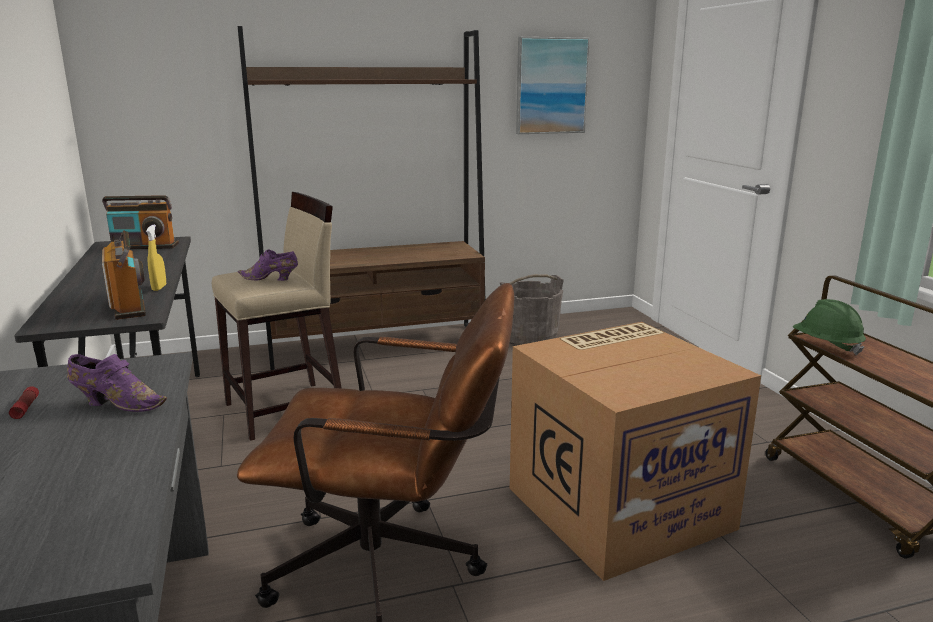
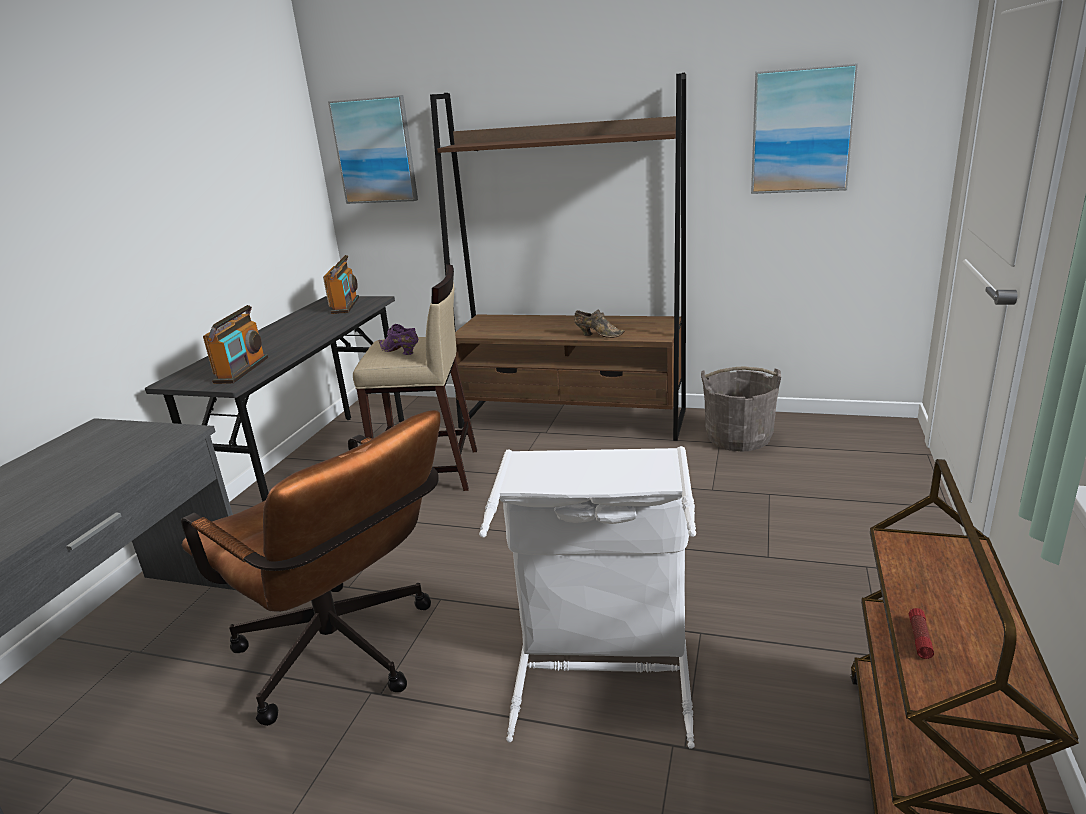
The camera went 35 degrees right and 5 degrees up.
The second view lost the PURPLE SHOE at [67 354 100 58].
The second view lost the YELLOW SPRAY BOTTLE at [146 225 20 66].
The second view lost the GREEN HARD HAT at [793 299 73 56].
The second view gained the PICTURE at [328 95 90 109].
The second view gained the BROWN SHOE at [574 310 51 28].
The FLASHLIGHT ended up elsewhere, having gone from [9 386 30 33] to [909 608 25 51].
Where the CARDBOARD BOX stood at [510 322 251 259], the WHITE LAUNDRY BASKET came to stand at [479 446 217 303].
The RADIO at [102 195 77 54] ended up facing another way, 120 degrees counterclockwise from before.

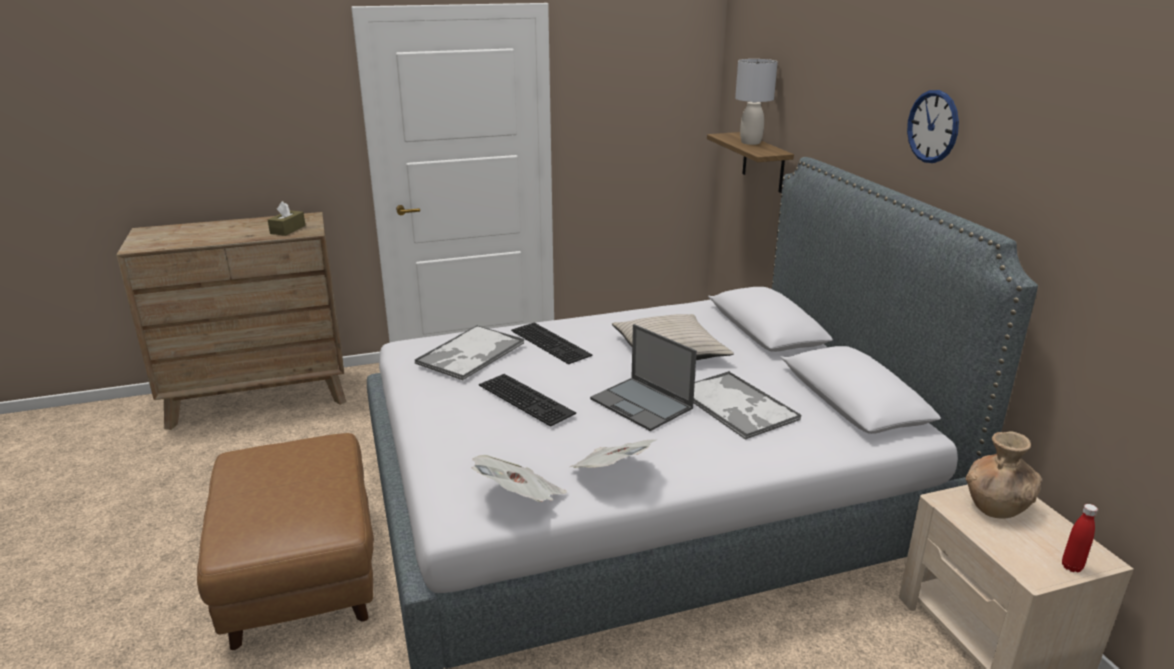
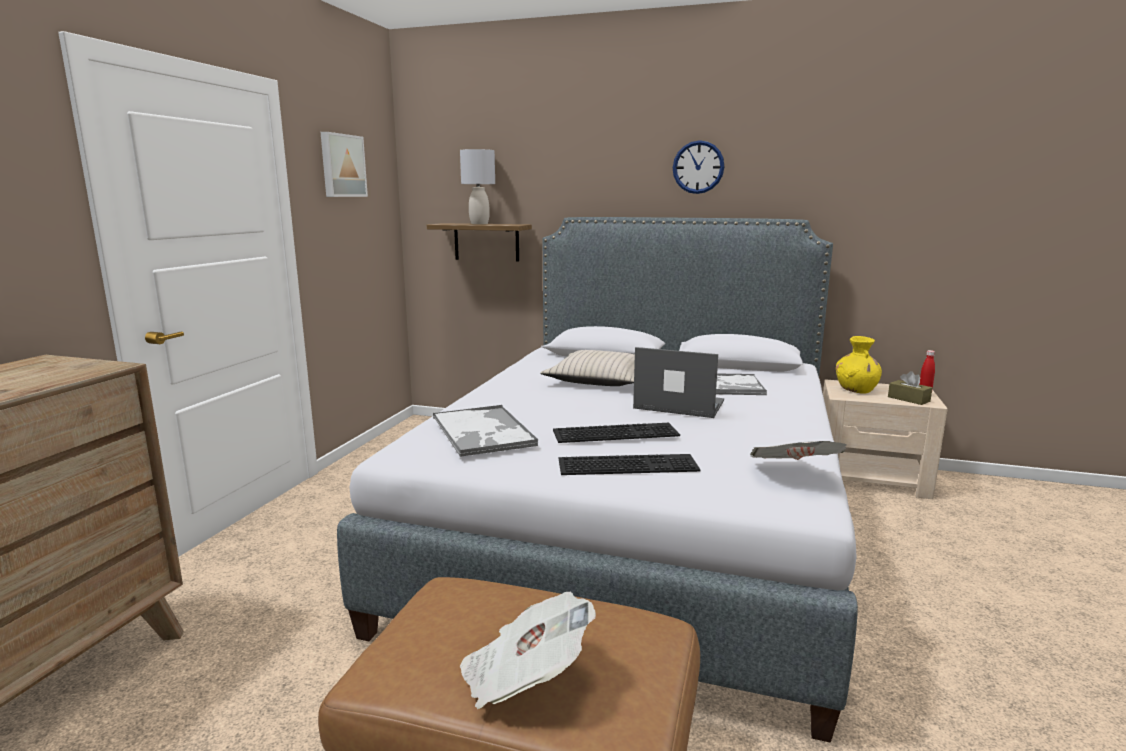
The camera went 55 degrees left and 10 degrees down.
The second view gained the PICTURE at [321 132 47 65].
The BROWN TISSUE BOX ended up elsewhere, having gone from [268 201 38 35] to [888 371 44 34].
The KEYBOARD ended up elsewhere, having gone from [511 323 81 41] to [559 454 141 21].
The NEWSPAPER ended up elsewhere, having gone from [570 439 88 29] to [460 591 136 118].
What was the BROWN VASE at [966 431 76 87] turned into the YELLOW VASE at [836 336 46 57].
The LAPTOP at [590 324 107 107] ended up facing another way, 150 degrees counterclockwise from before.

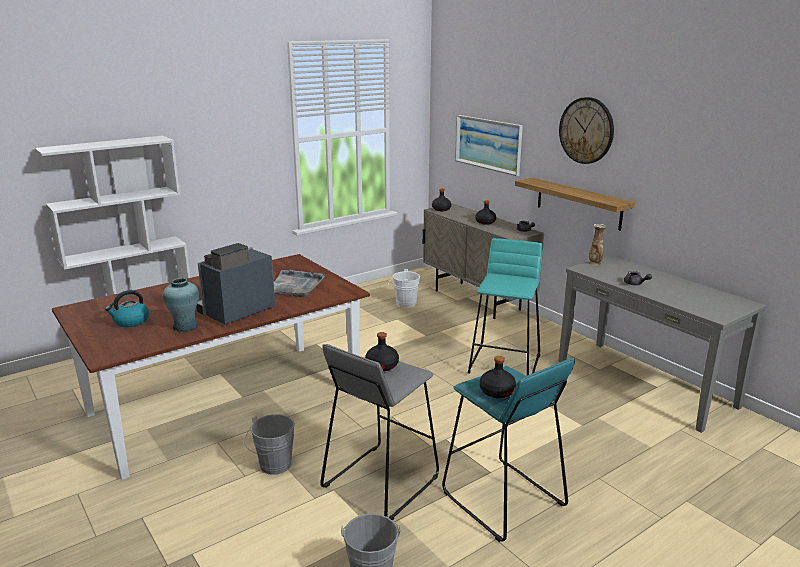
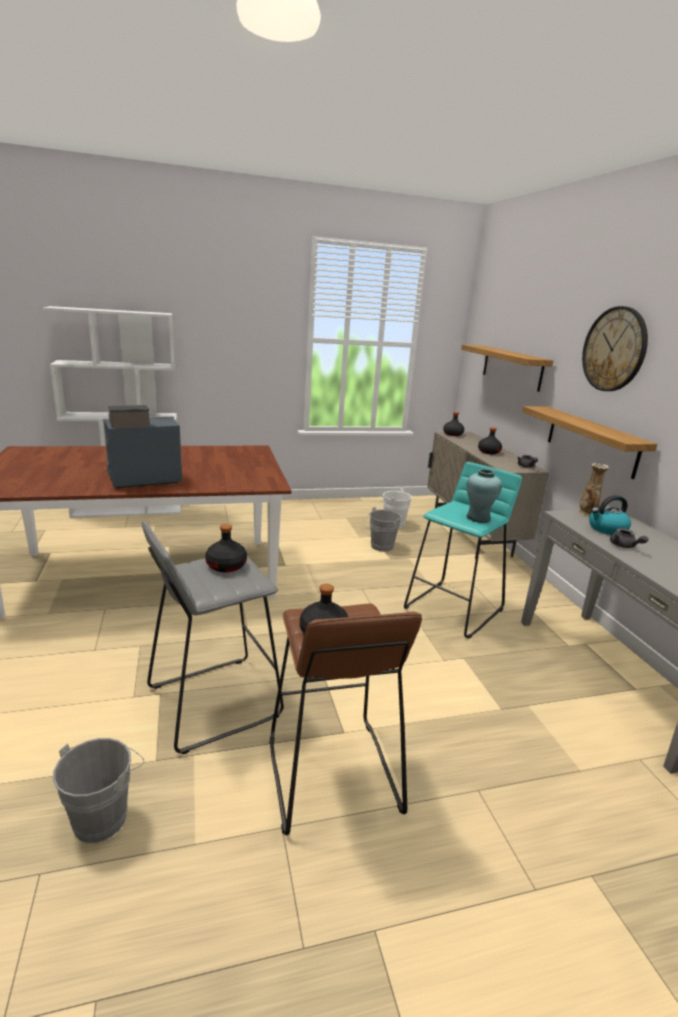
The camera went 20 degrees right and 0 degrees up.
The second view lost the GREY TRAY at [274 270 51 27].
The KETTLE ended up elsewhere, having gone from [105 290 44 37] to [589 495 42 40].
The TURQUOISE VASE ended up elsewhere, having gone from [163 278 36 54] to [466 469 36 54].
The GREY BUCKET ended up elsewhere, having gone from [244 414 51 61] to [363 507 38 45].
Where the PICTURE hung at [455 115 68 61], the SHELF came to hang at [461 345 92 47].
What was the TURQUOISE STOOL at [442 358 133 184] turned into the BROWN STOOL at [269 603 153 232].

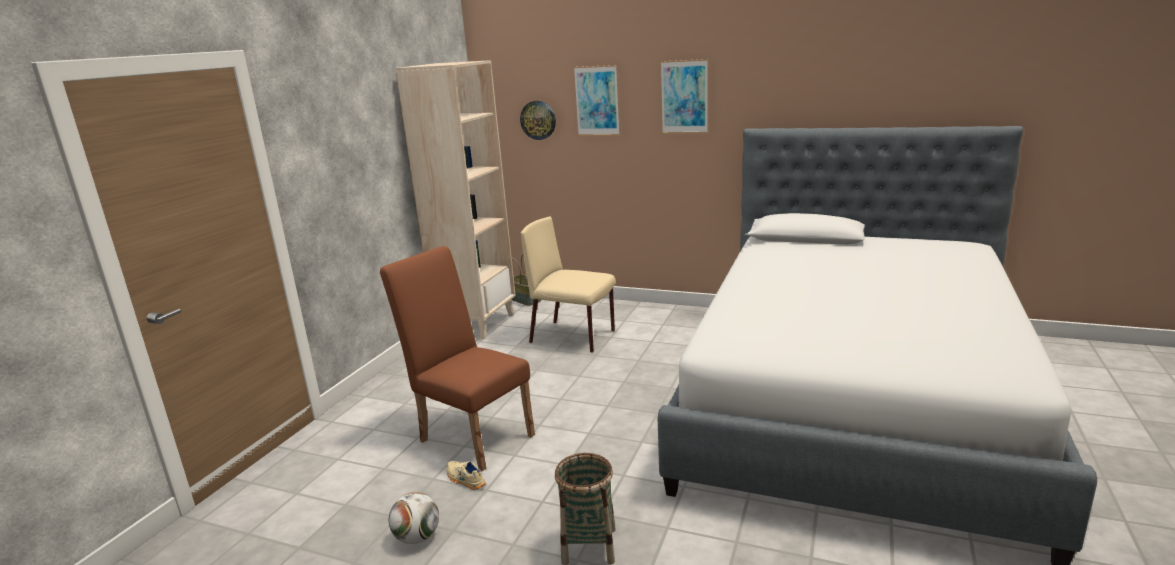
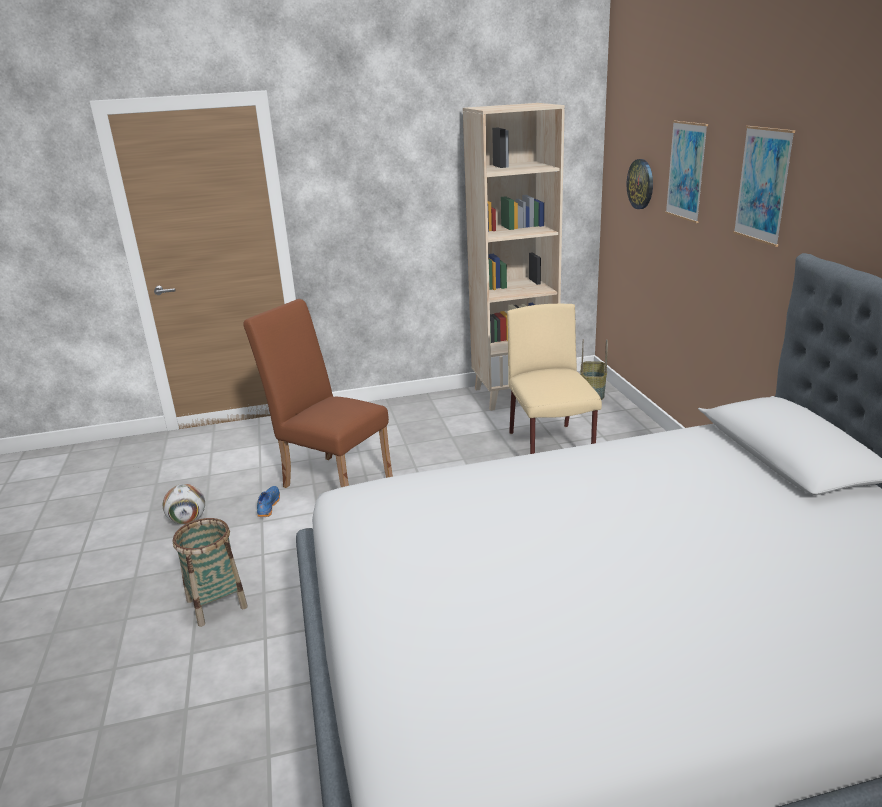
The camera went 55 degrees right and 5 degrees up.
What was the BEIGE SHOE at [446 461 40 29] turned into the BLUE SHOE at [257 486 23 31].
The BROWN CHAIR at [380 246 155 225] ended up facing another way, 60 degrees counterclockwise from before.

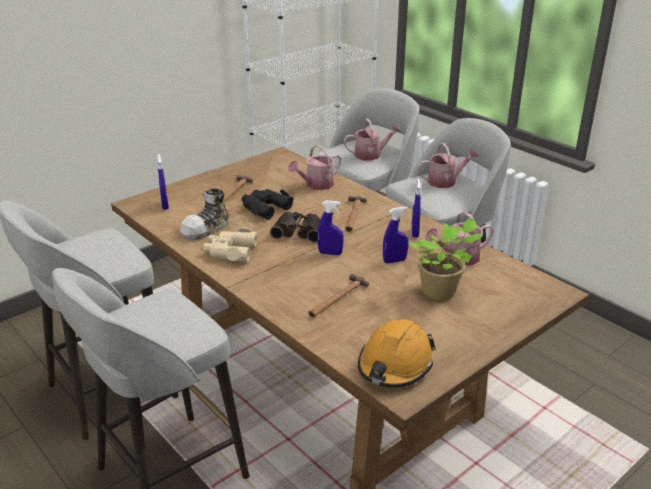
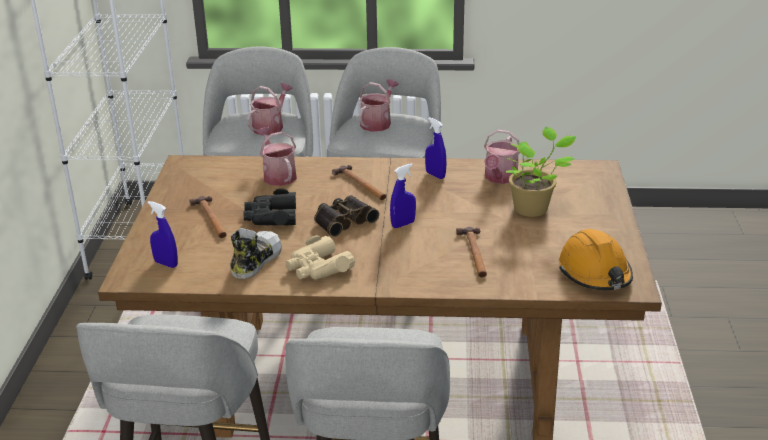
The camera went 45 degrees left and 0 degrees up.
The second view lost the BLUE SPRAY BOTTLE at [383 207 26 56].
The SHOE at [180 188 49 52] ended up facing another way, 150 degrees counterclockwise from before.
The WATERING CAN at [288 145 53 45] ended up facing another way, 150 degrees clockwise from before.

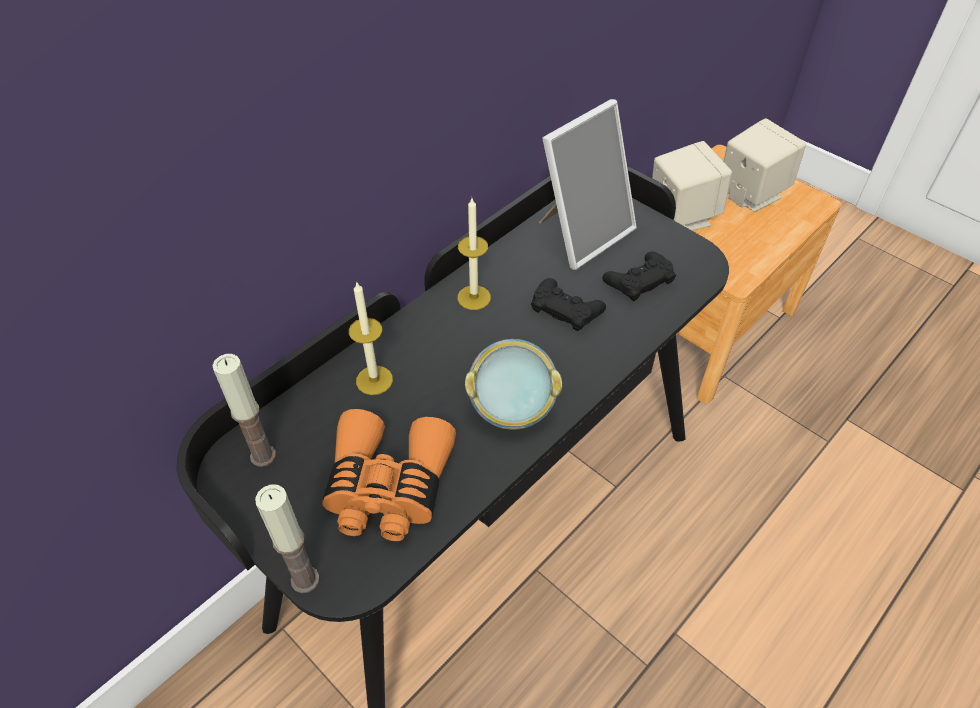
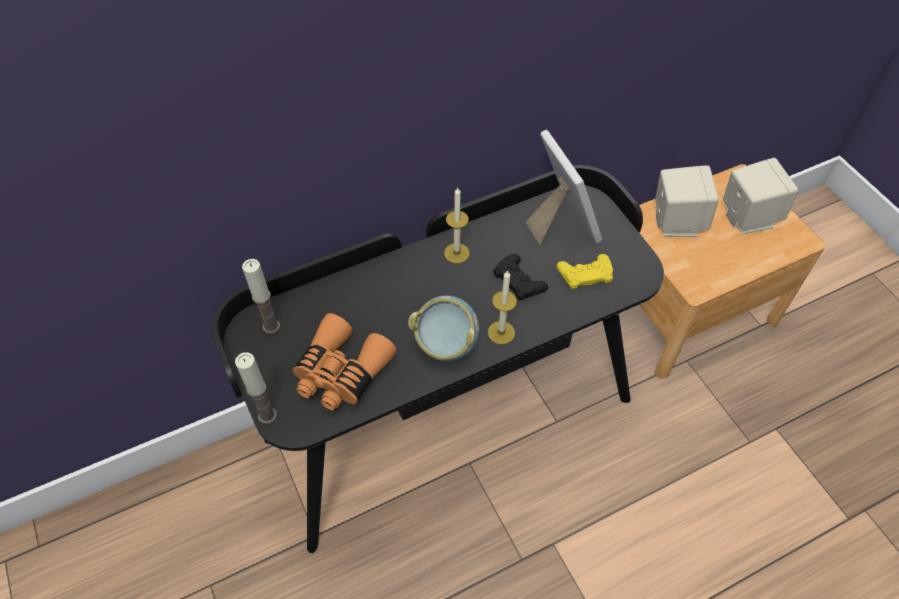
The camera went 20 degrees right and 5 degrees up.
The CANDLE ended up elsewhere, having gone from [349 281 44 114] to [488 270 29 75].
What was the BLACK GAME CONTROLLER at [602 251 74 50] turned into the YELLOW GAME CONTROLLER at [557 254 56 36].
The PICTURE FRAME at [539 99 97 171] ended up facing another way, 90 degrees counterclockwise from before.

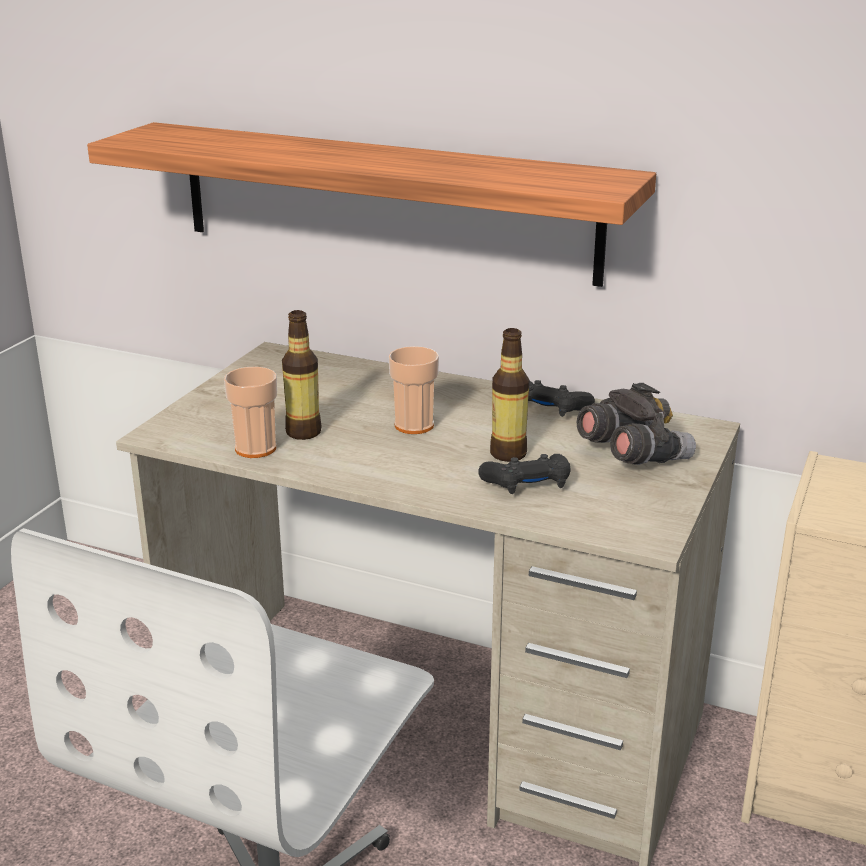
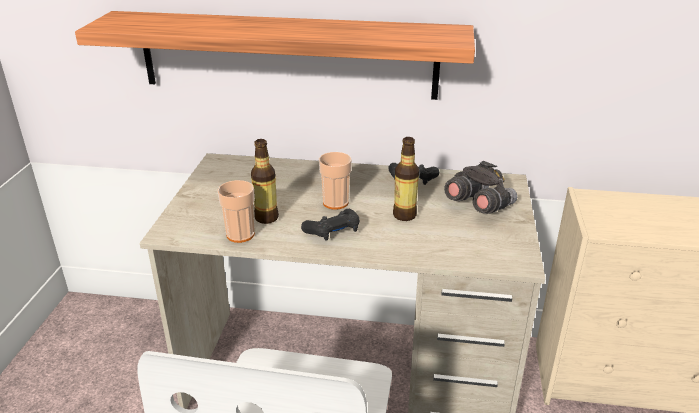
The camera went 15 degrees left and 5 degrees up.
The BLACK GAME CONTROLLER ended up elsewhere, having gone from [478 454 93 40] to [301 209 59 32].

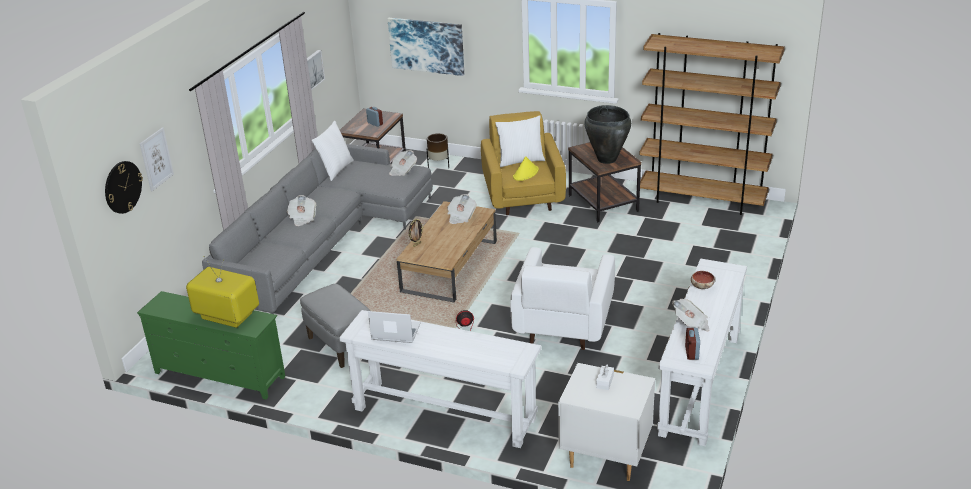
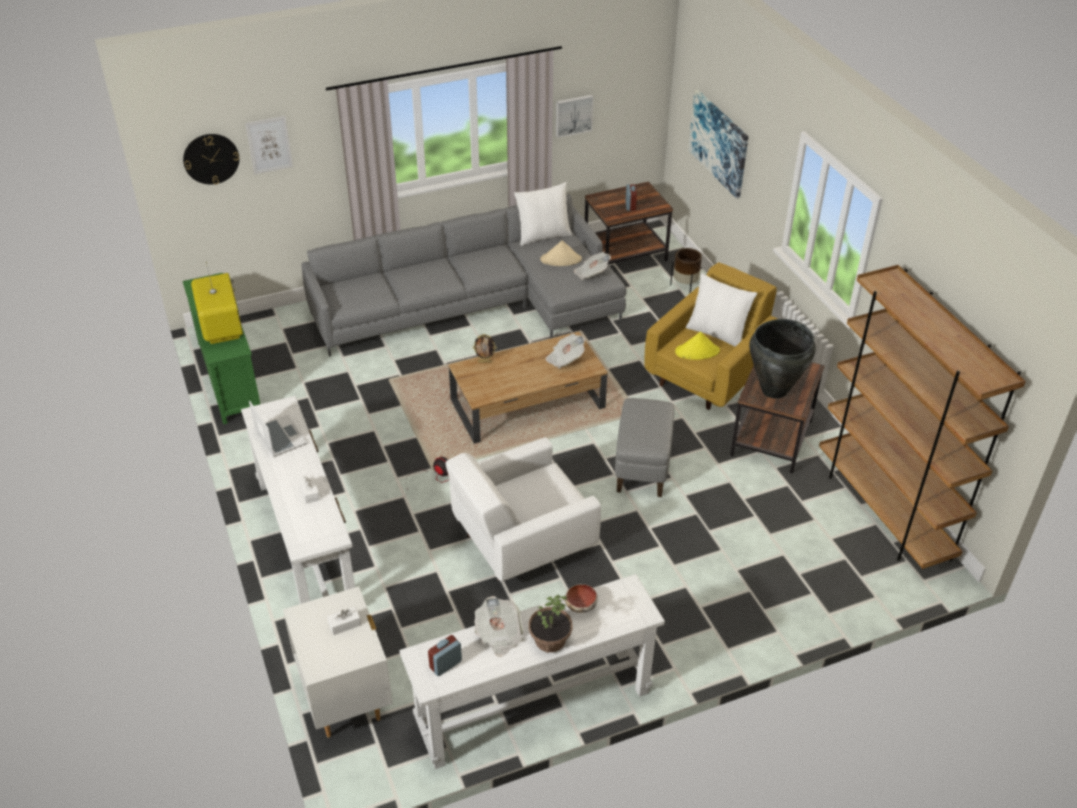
The camera went 45 degrees right and 10 degrees up.
The second view lost the NEWSPAPER at [287 195 30 31].
The second view gained the WHITE TISSUE BOX at [300 475 20 29].
The second view gained the POTTED PLANT at [529 595 43 58].
The second view gained the BEIGE HAT at [540 240 42 26].
The GREY OTTOMAN ended up elsewhere, having gone from [300 284 70 84] to [615 398 59 99].

